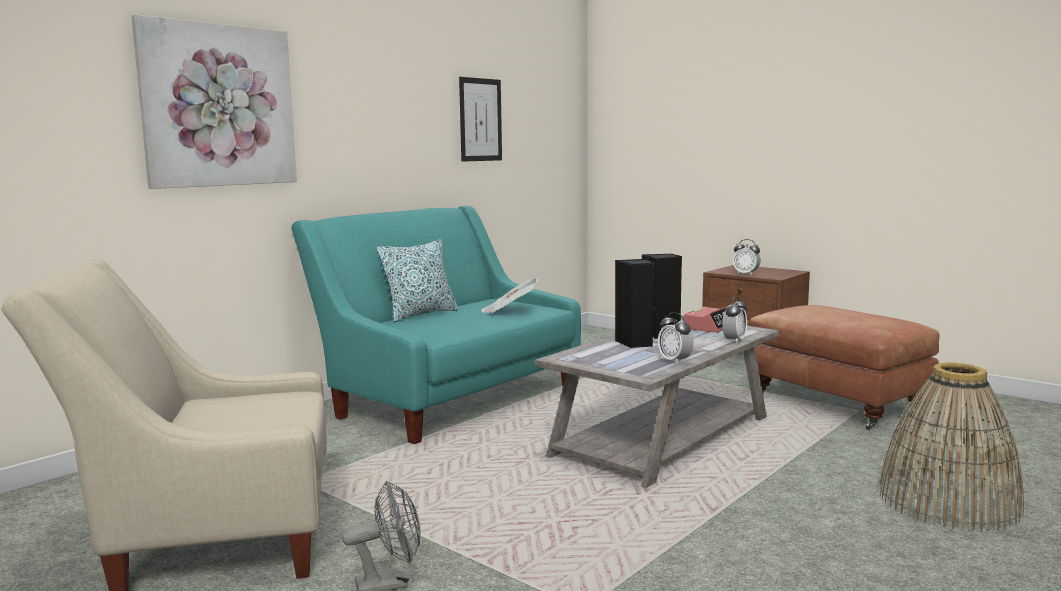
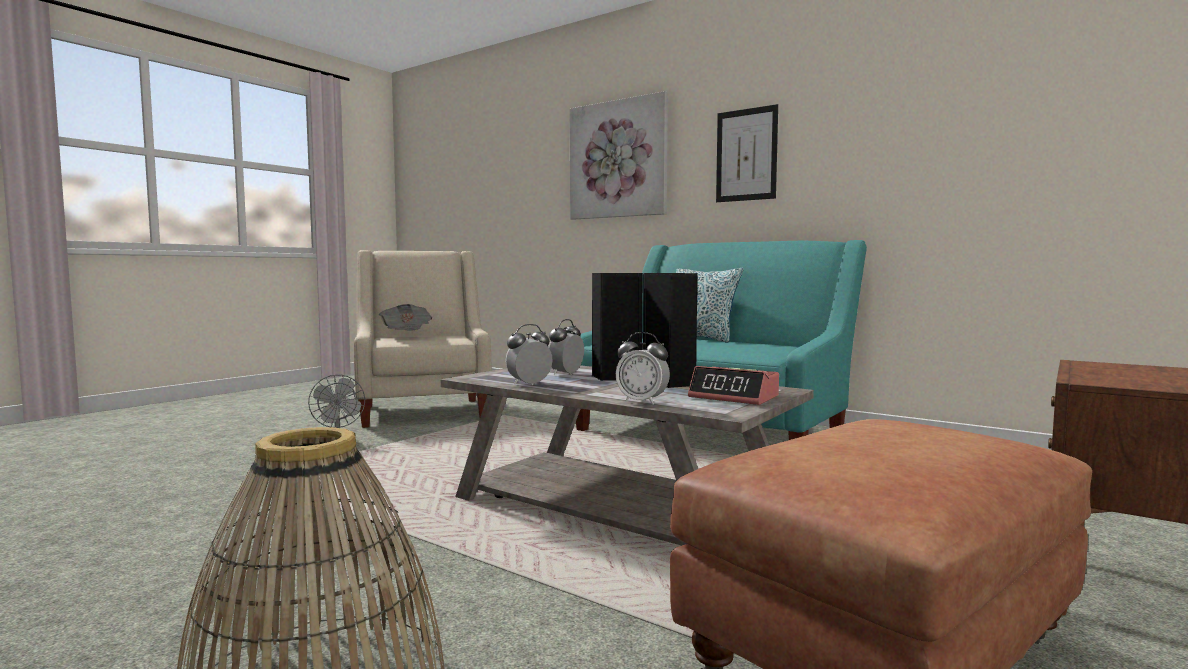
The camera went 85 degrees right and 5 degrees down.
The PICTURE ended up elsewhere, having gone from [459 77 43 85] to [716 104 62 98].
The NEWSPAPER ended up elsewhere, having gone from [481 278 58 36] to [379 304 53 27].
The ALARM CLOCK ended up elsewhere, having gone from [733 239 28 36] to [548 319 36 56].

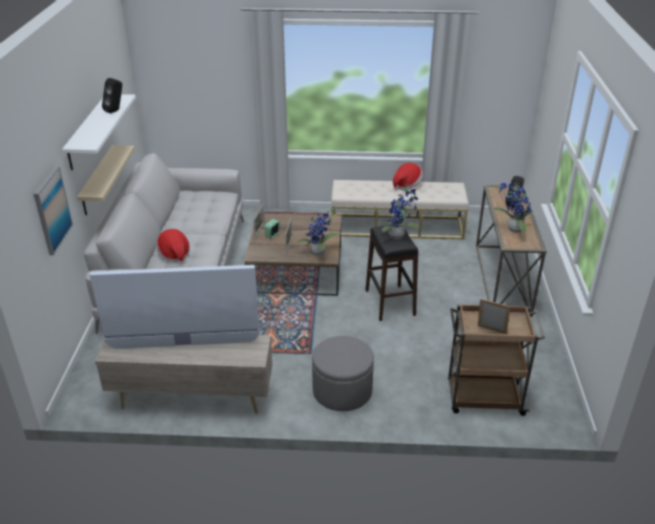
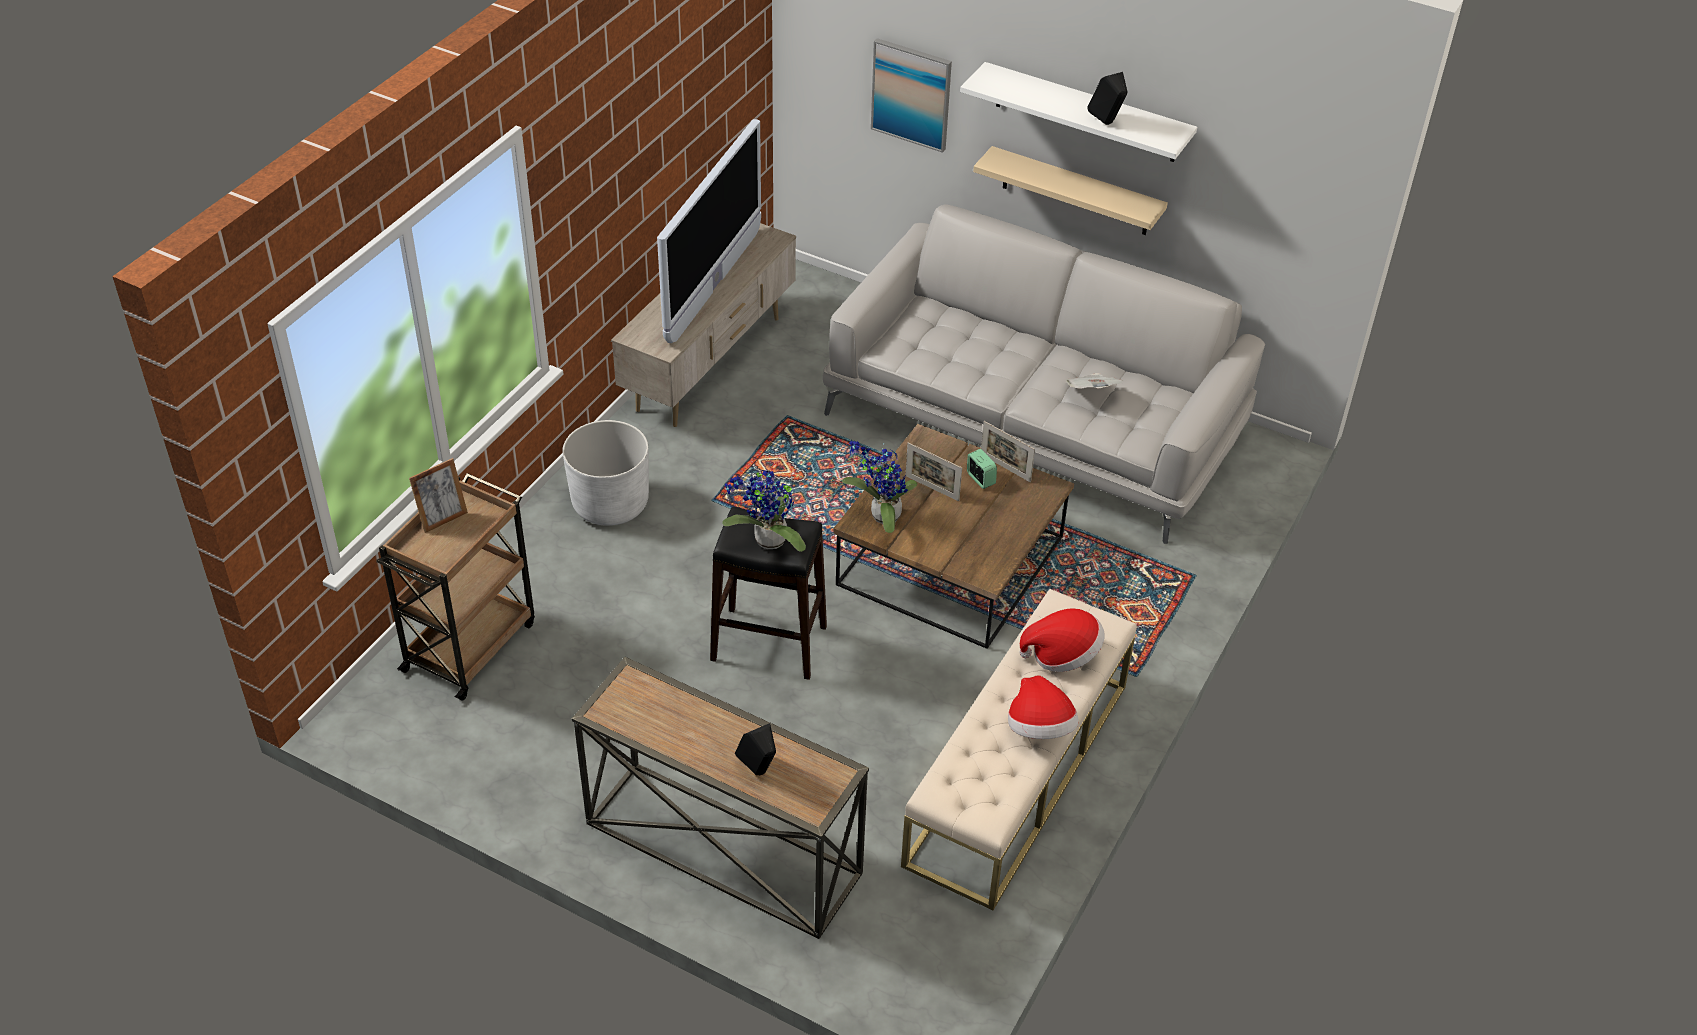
The camera went 115 degrees right and 10 degrees up.
The second view lost the POTTED PLANT at [493 183 40 50].
The second view gained the NEWSPAPER at [1066 373 57 16].
The HAT ended up elsewhere, having gone from [156 229 34 35] to [1020 608 85 64].
Where the GREY OTTOMAN stood at [312 336 62 75], the WHITE PLANTER came to stand at [562 420 87 106].

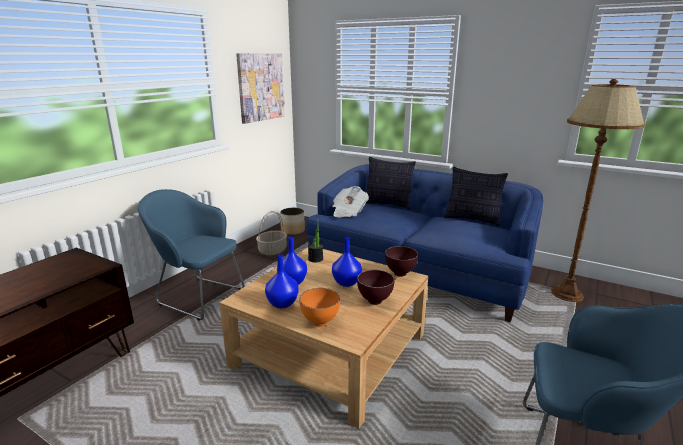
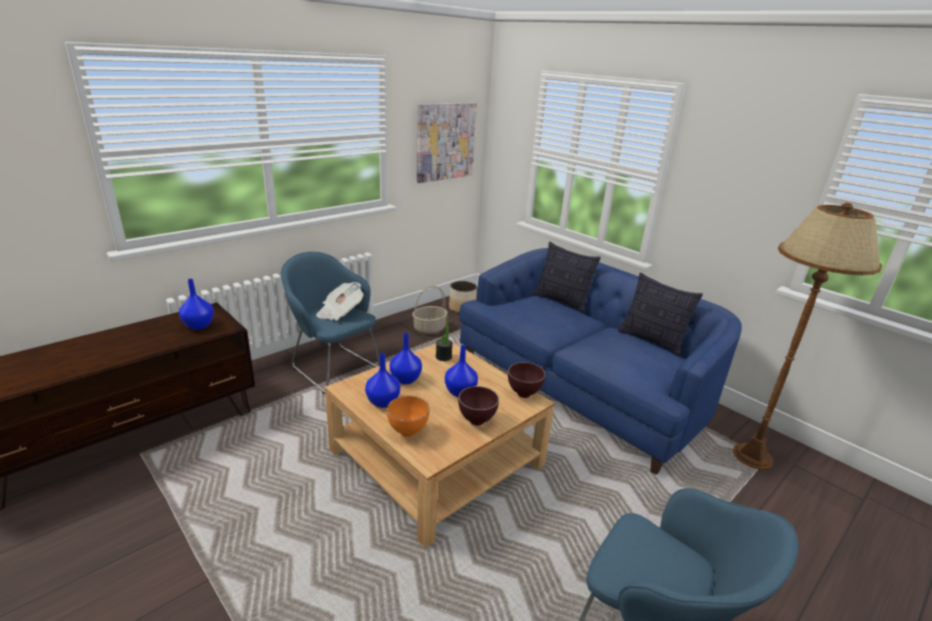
The camera went 15 degrees right and 5 degrees up.
The second view gained the BLUE VASE at [179 279 35 51].
The NEWSPAPER ended up elsewhere, having gone from [332 186 37 32] to [316 282 47 39].

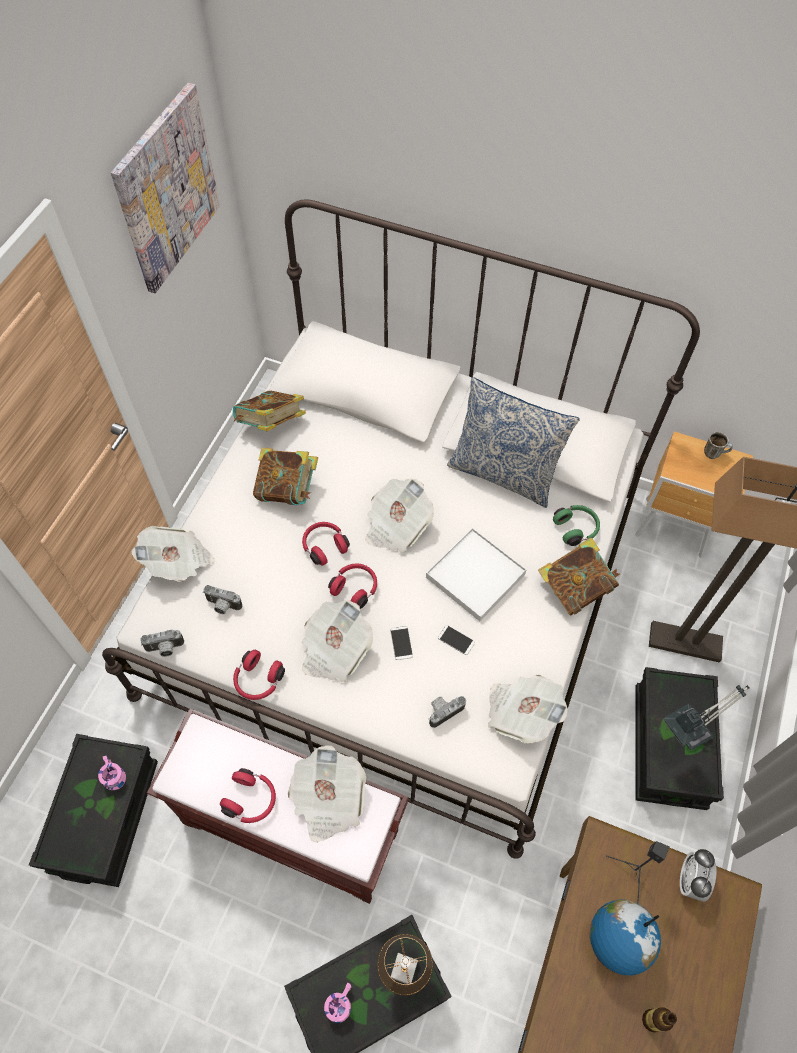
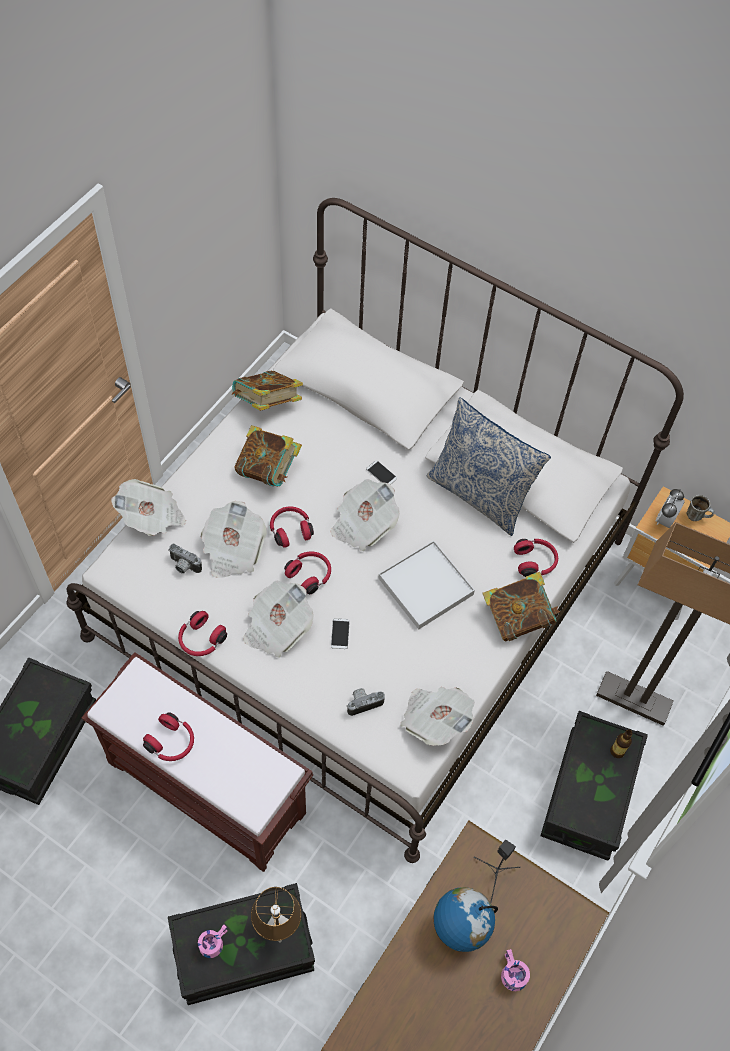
The camera went 10 degrees right and 0 degrees up.
The second view lost the PICTURE at [111 83 109 210].
The second view lost the PHOTO CAMERA at [140 630 44 27].
The second view lost the TABLE LAMP at [664 685 85 65].
The PINK MUG ended up elsewhere, having gone from [98 755 28 35] to [501 949 29 42].
The NEWSPAPER ended up elsewhere, having gone from [288 745 79 98] to [201 501 66 77].
The PHONE ended up elsewhere, having gone from [438 625 37 30] to [366 460 31 25].
The BOTTLE ended up elsewhere, having gone from [642 1008 35 24] to [610 729 23 29].
The ALARM CLOCK ended up elsewhere, having gone from [680 849 37 53] to [656 489 29 39].
What was the GREEN HEADPHONES at [553 505 47 41] turned into the RED HEADPHONES at [514 539 44 38].

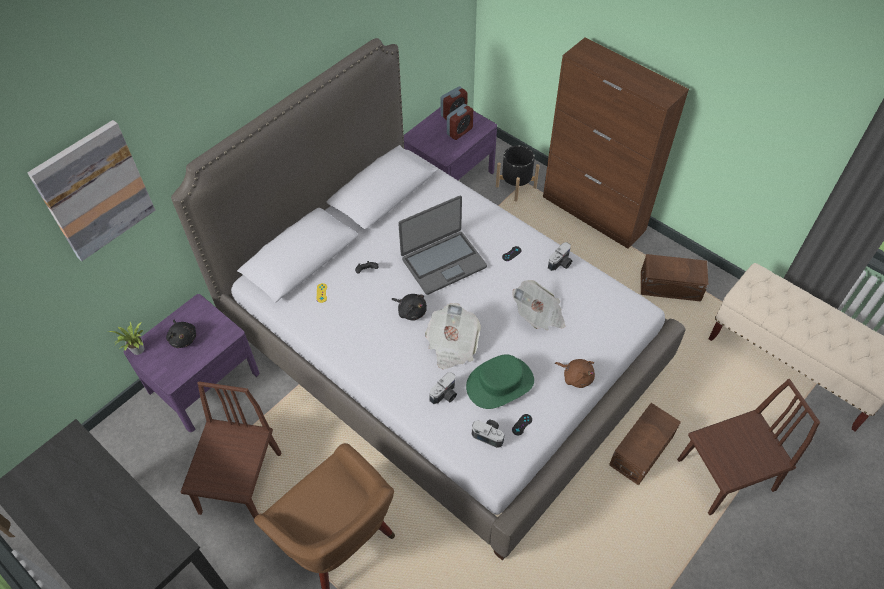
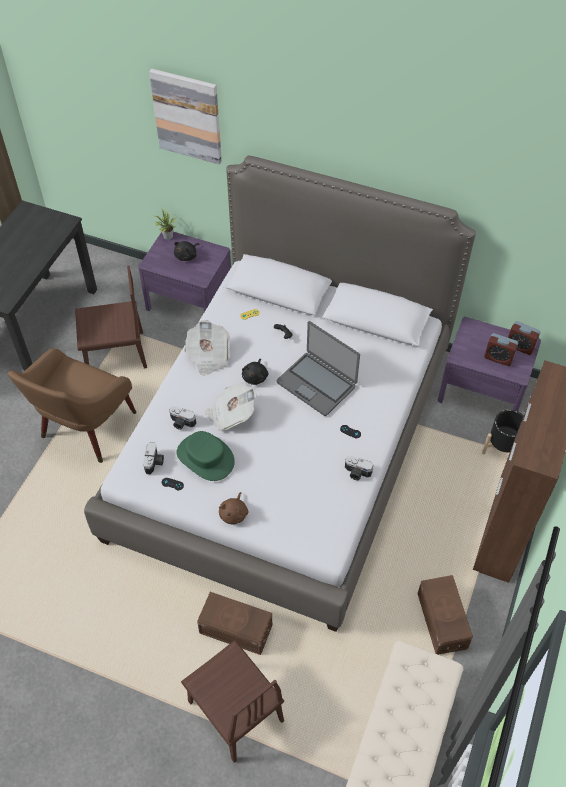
The camera went 70 degrees right and 0 degrees up.
The NEWSPAPER ended up elsewhere, having gone from [512 280 53 50] to [184 320 46 56].

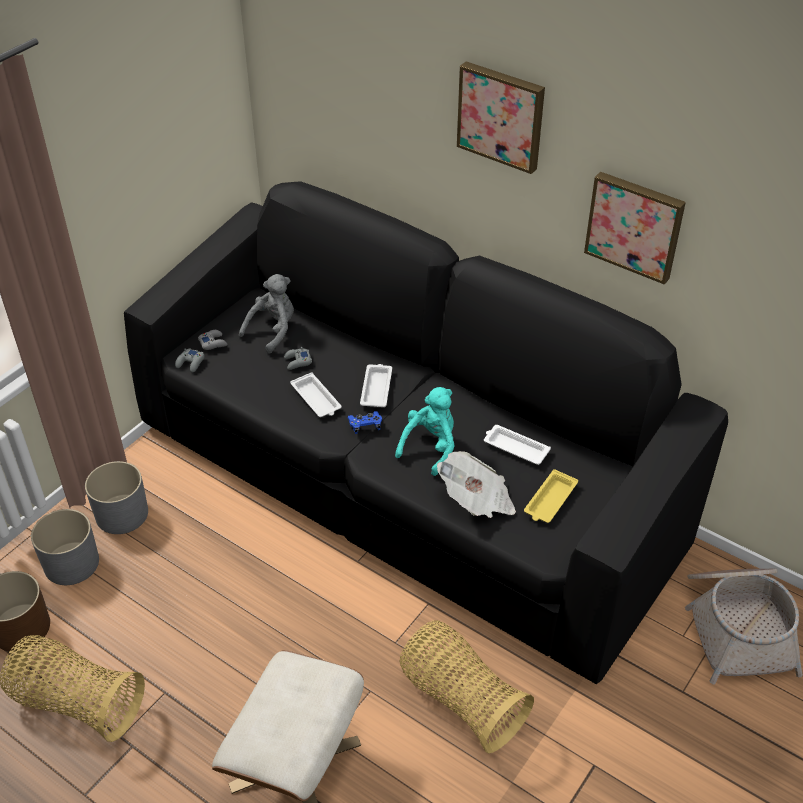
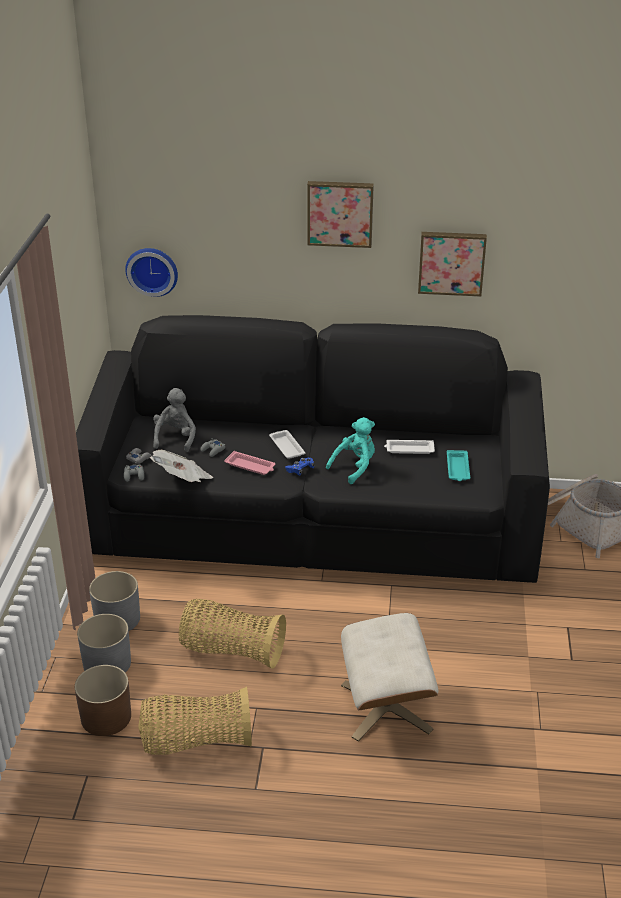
The camera went 30 degrees left and 10 degrees down.
The second view gained the WALL CLOCK at [125 248 53 49].
The BASKET ended up elsewhere, having gone from [399 620 135 134] to [179 599 107 70].
The NEWSPAPER ended up elsewhere, having gone from [437 451 79 67] to [150 450 63 32].
What was the WHITE TRAY at [290 372 52 45] turned into the PINK TRAY at [224 451 51 24].
What was the YELLOW TRAY at [524 469 54 54] turned into the TURQUOISE TRAY at [447 450 23 31].
The TURQUOISE PLUSH TOY at [395 387 60 89] ended up facing another way, 45 degrees clockwise from before.

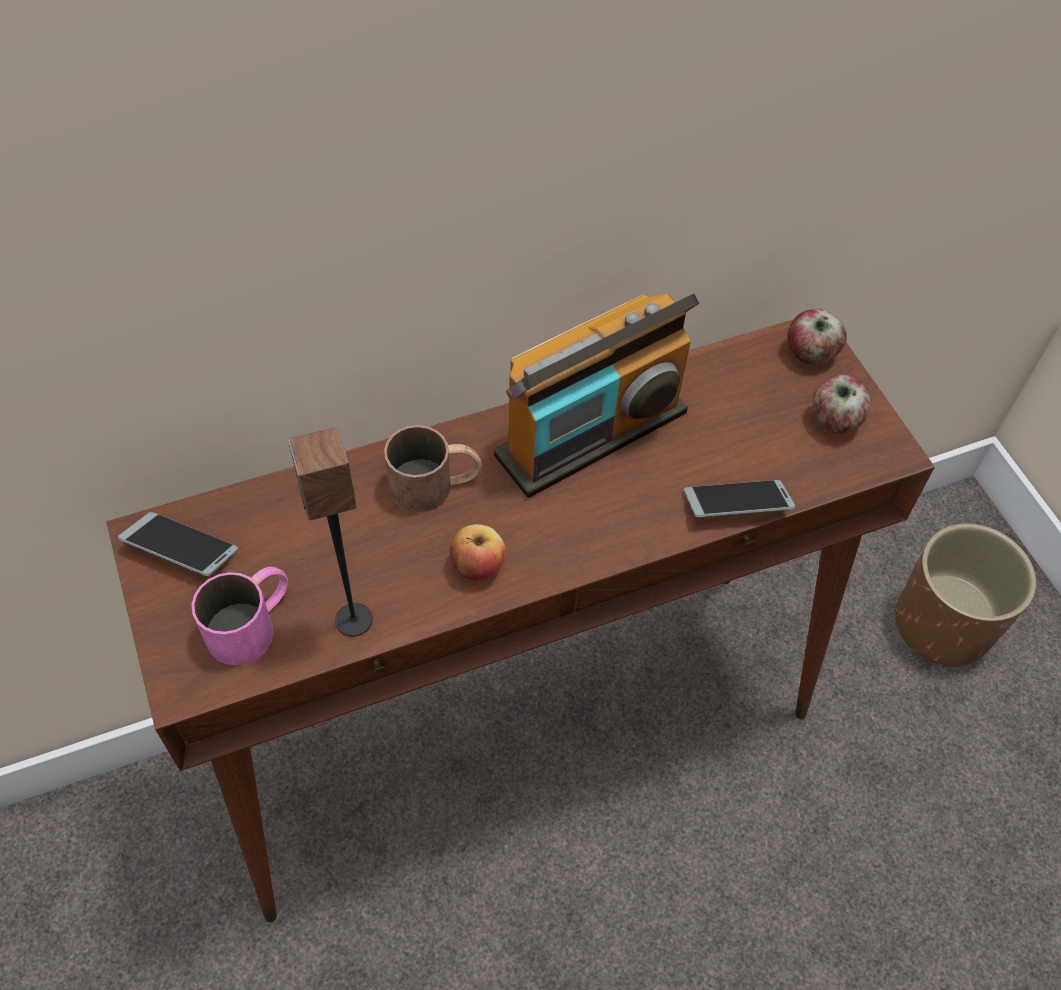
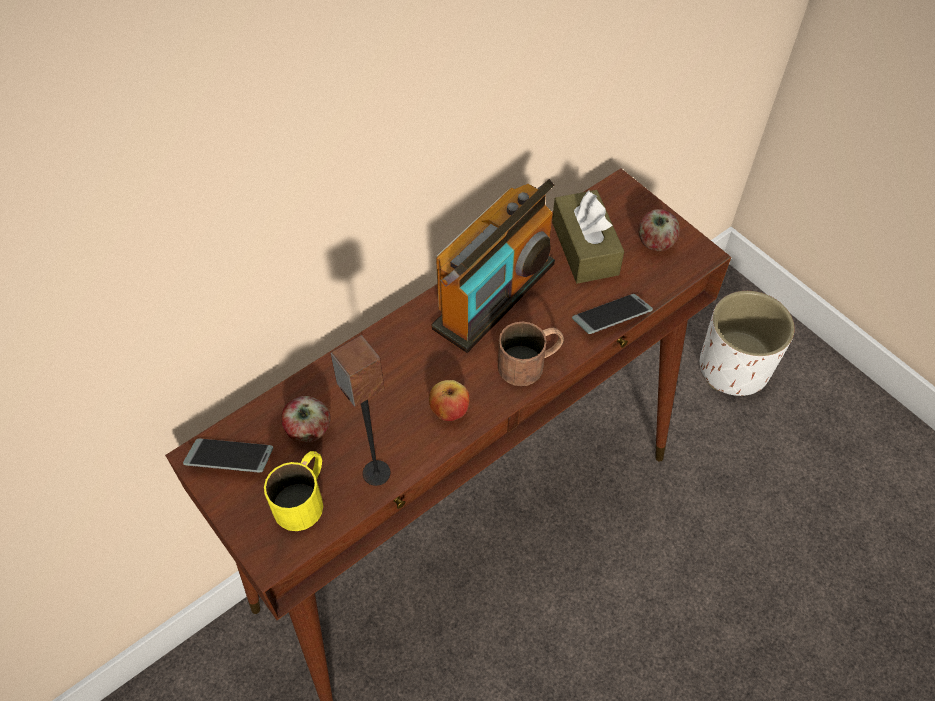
The camera went 15 degrees left and 0 degrees up.
The second view gained the BROWN TISSUE BOX at [552 189 72 95].
The BROWN MUG ended up elsewhere, having gone from [384 425 98 88] to [498 321 66 65].
The APPLE ended up elsewhere, having gone from [788 309 59 55] to [281 396 50 47].
What was the PINK MUG at [192 567 96 98] turned into the YELLOW MUG at [264 451 59 80].
What was the BROWN PLANTER at [895 523 141 144] turned into the WHITE PLANTER at [700 291 94 105].

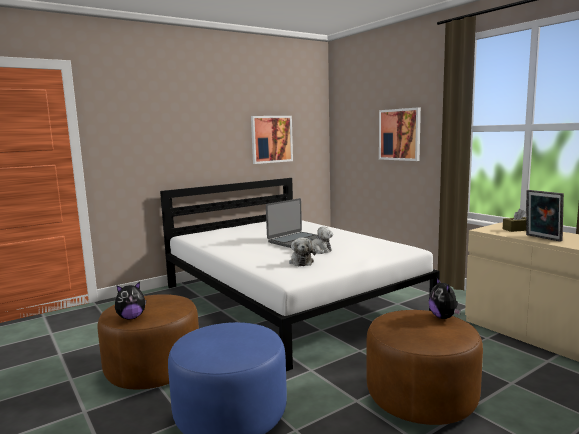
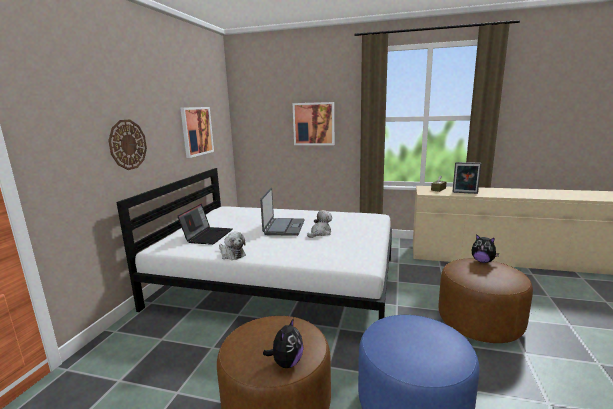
The camera went 40 degrees left and 5 degrees up.
The second view gained the WALL CLOCK at [108 120 39 50].
The second view gained the LAPTOP at [178 204 54 41].
The PLUSH TOY ended up elsewhere, having gone from [289 237 27 29] to [219 232 27 28].

